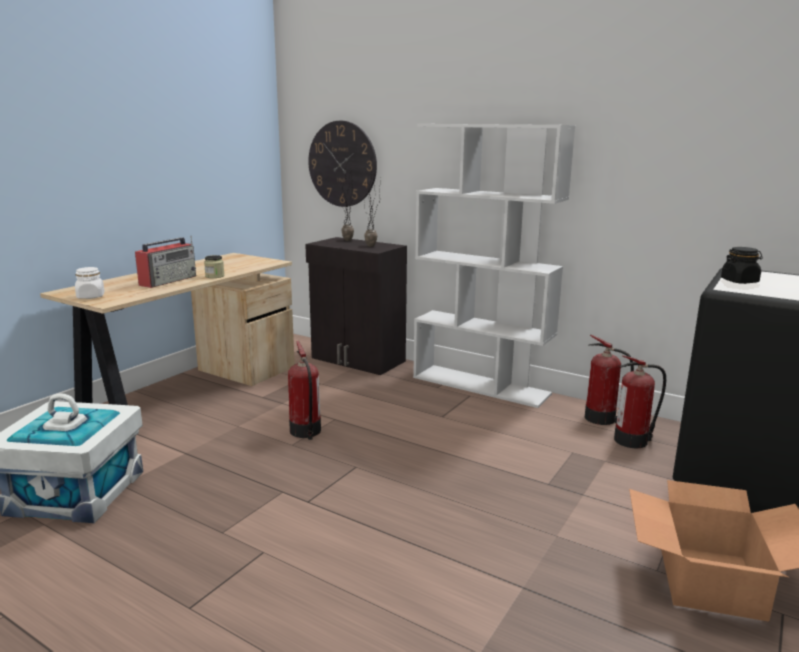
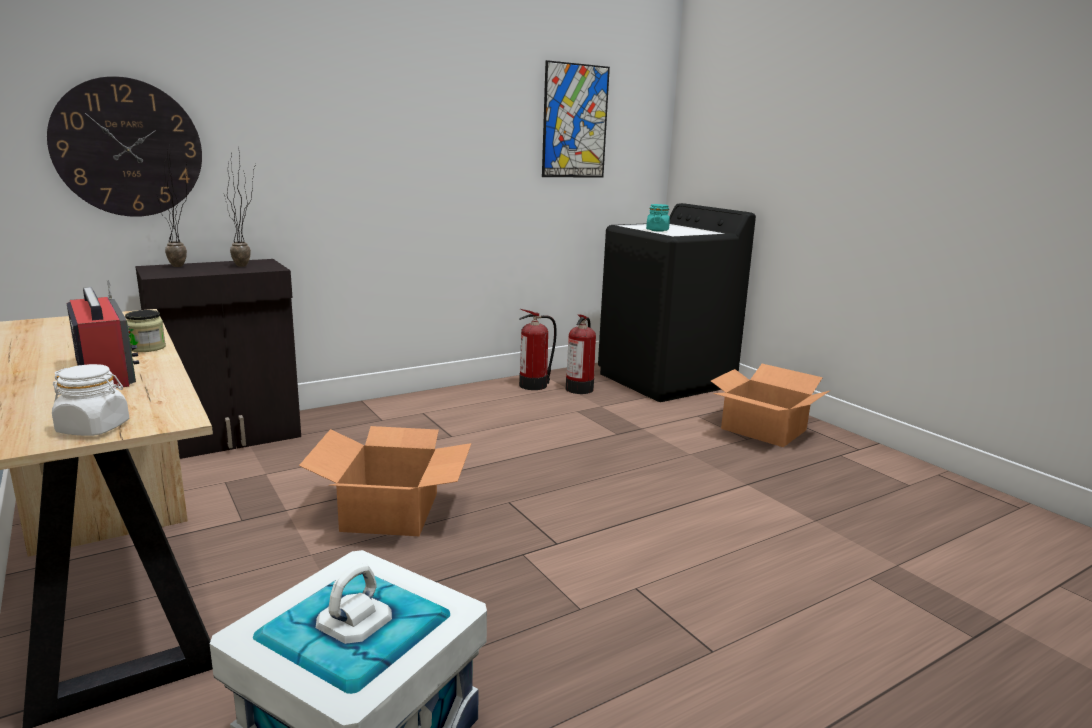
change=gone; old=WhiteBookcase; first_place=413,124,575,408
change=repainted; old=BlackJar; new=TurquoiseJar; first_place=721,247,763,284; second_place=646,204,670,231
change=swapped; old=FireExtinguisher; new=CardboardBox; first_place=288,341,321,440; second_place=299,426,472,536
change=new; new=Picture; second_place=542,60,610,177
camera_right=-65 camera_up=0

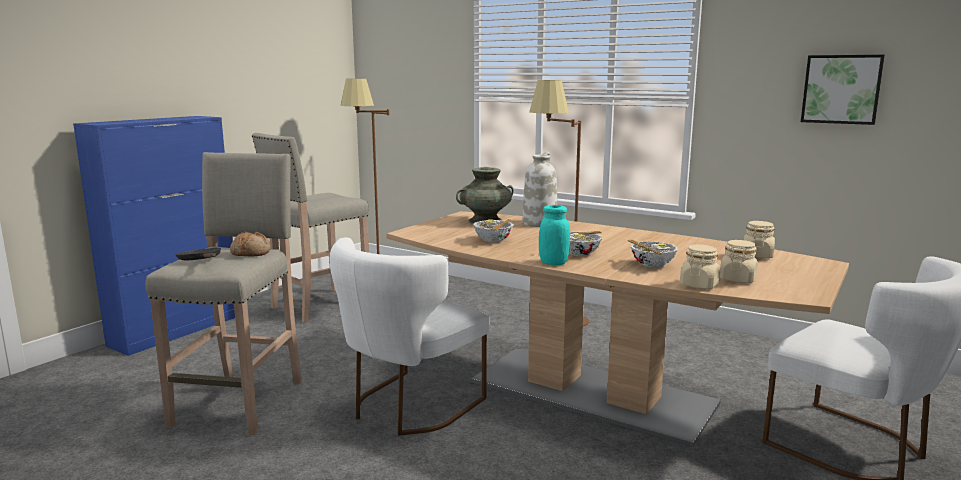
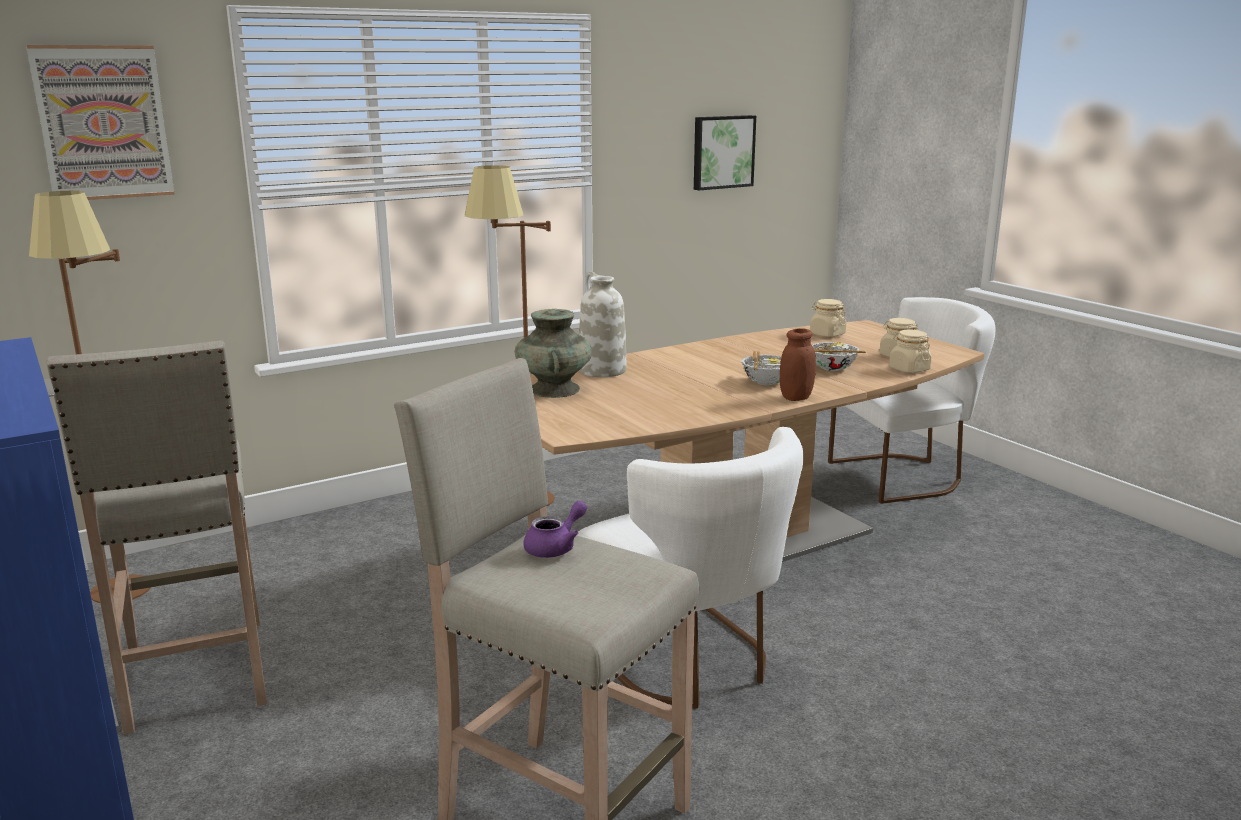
change=repainted; old=TurquoiseJar; new=BrownJar; first_place=539,205,570,265; second_place=780,328,816,401
change=gone; old=Bowl; first_place=473,219,514,242
change=swapped; old=Bread; new=PurpleTeapot; first_place=230,231,271,257; second_place=523,501,587,558
change=gone; old=BlackFryingPan; first_place=176,248,221,260
change=new; new=Picture; second_place=26,45,175,200
camera_right=-65 camera_up=5

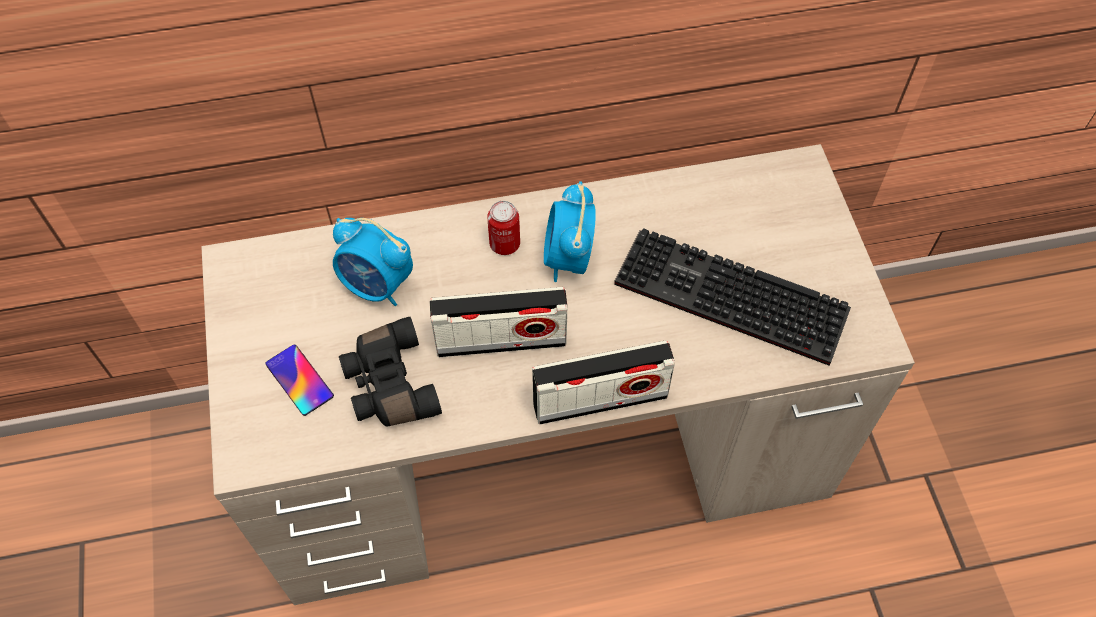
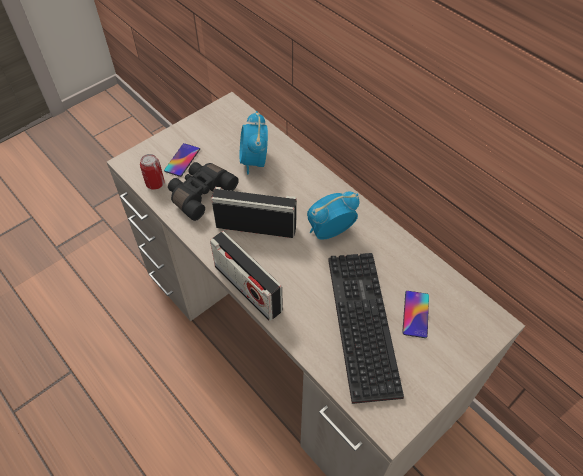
change=shifted; old=Can; first_place=488,201,520,255; second_place=140,154,165,190
change=rotated; old=Radio; first_place=430,287,567,357; second_place=211,187,297,238; degrees=135
change=new; new=Phone; second_place=402,291,429,338
camera_right=60 camera_up=-5

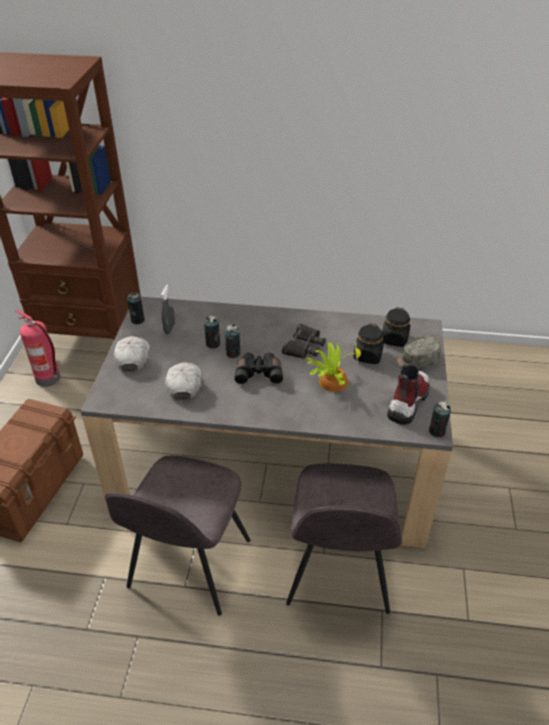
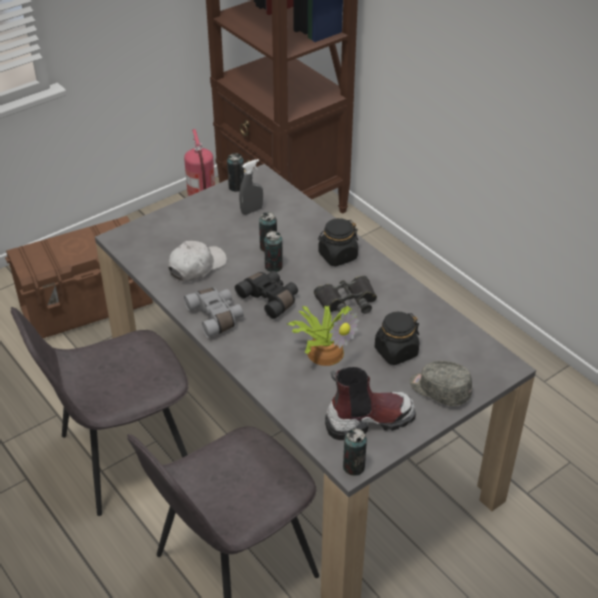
change=shifted; old=BlackJar; first_place=382,307,411,347; second_place=318,218,358,266
change=gone; old=WhiteCap; first_place=114,336,150,371
change=new; new=GreyBinoculars; second_place=184,288,243,338
camera_right=45 camera_up=0

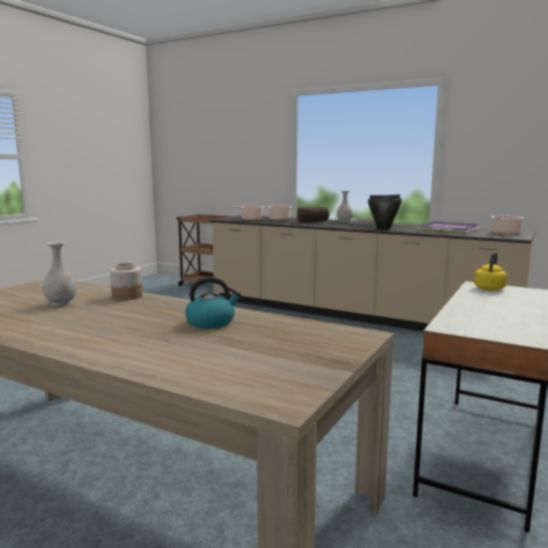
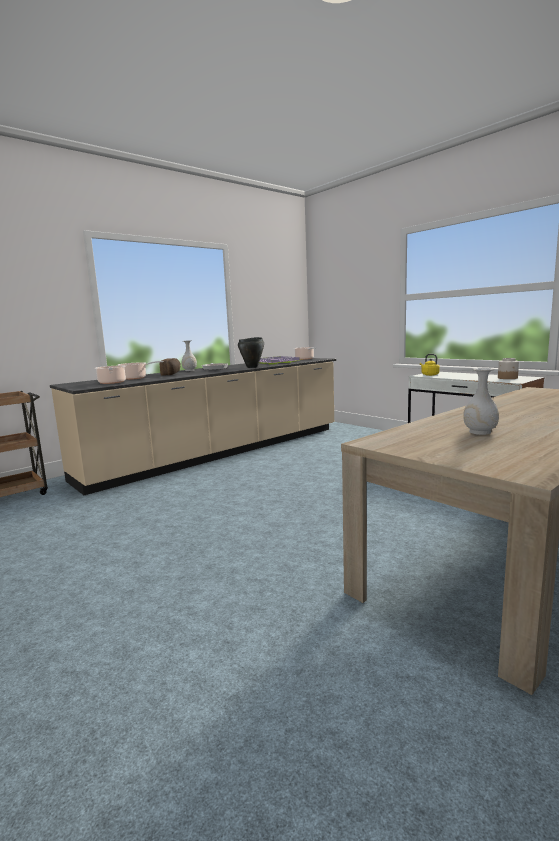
change=shifted; old=Jar; first_place=110,263,143,300; second_place=498,358,519,379
change=gone; old=Kettle; first_place=185,277,241,329
camera_right=-70 camera_up=0

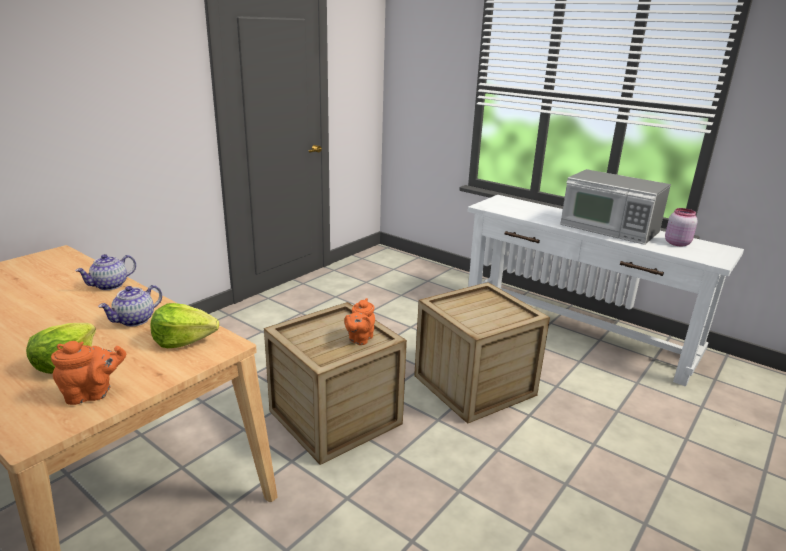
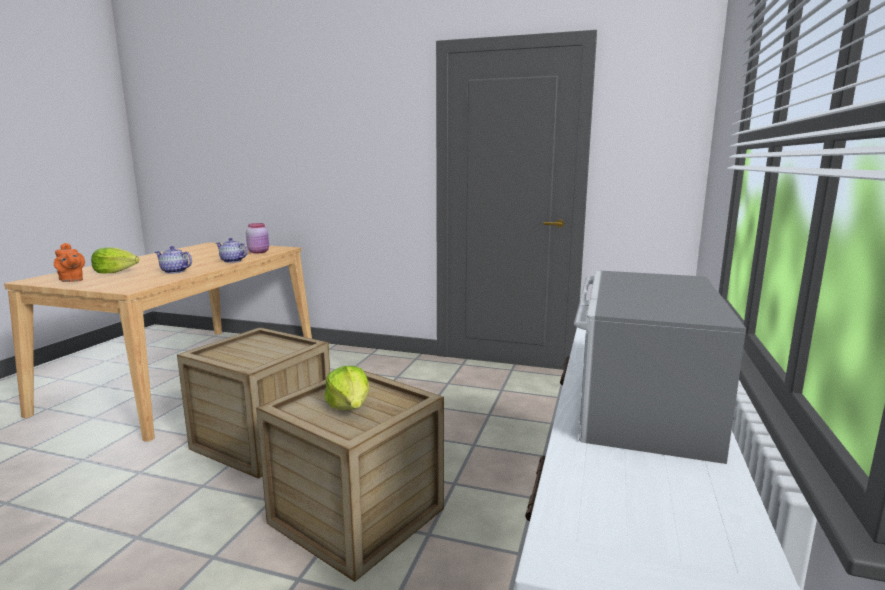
change=shifted; old=PinkJar; first_place=665,208,698,247; second_place=246,223,269,253
change=gone; old=OrangeTeapot; first_place=344,298,375,345
change=shifted; old=Lettuce; first_place=150,303,219,348; second_place=324,366,370,410
camera_right=70 camera_up=-10

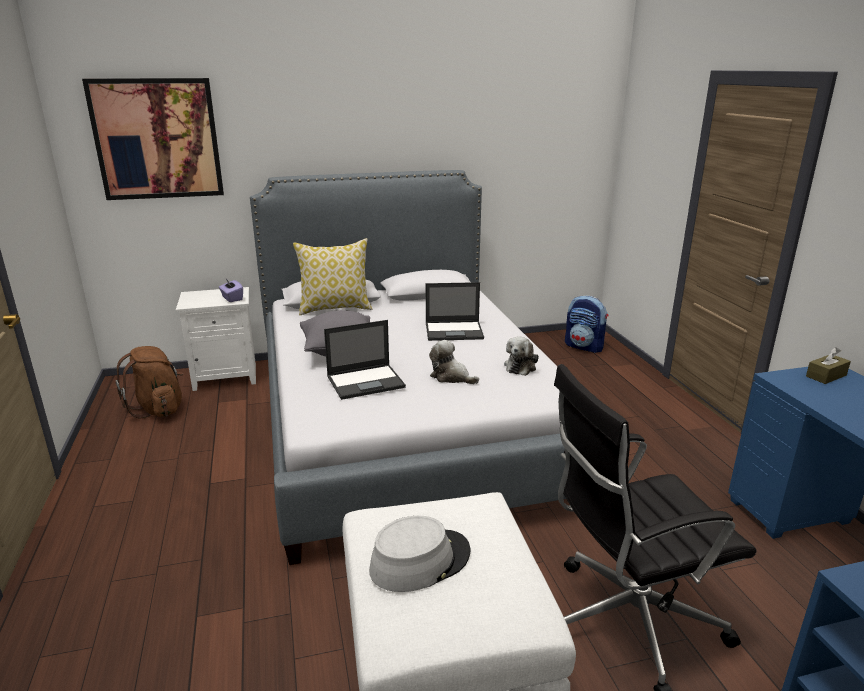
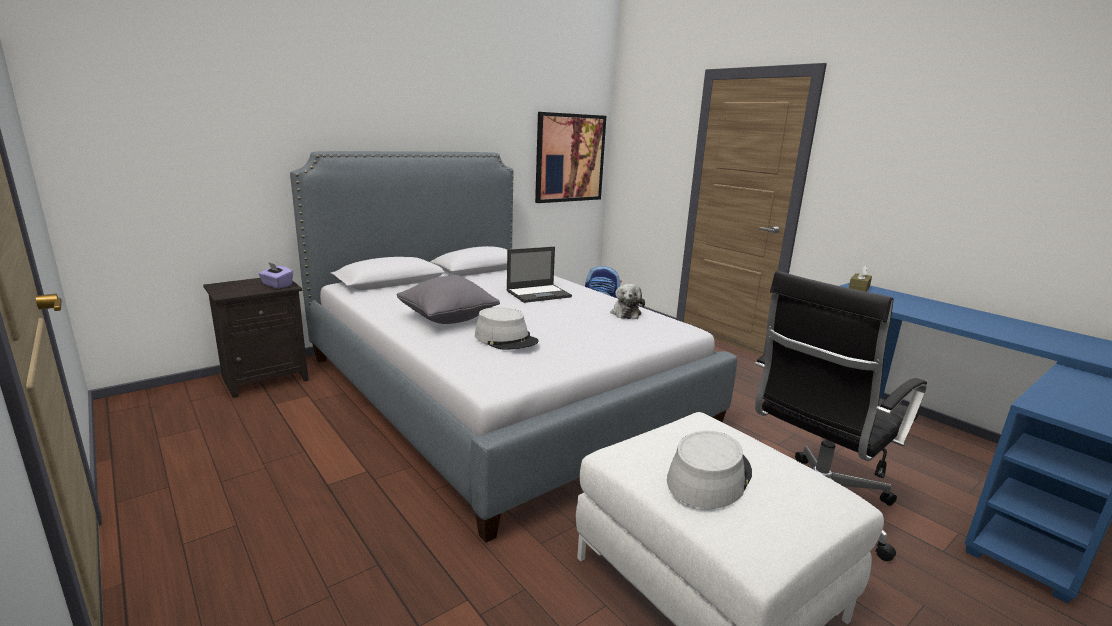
change=shifted; old=Picture; first_place=82,78,224,200; second_place=535,112,606,203
change=gone; old=Pillow; first_place=293,238,372,315
change=repainted; old=WhiteNightstand; new=BlackNightstand; first_place=176,287,256,391; second_place=203,278,309,398
change=swapped; old=Laptop; new=GreyHat; first_place=324,320,406,400; second_place=475,307,539,350
change=gone; old=PlushToy; first_place=429,340,479,384
change=gone; old=BrownBackpack; first_place=116,346,183,418
camera_right=-25 camera_up=-5

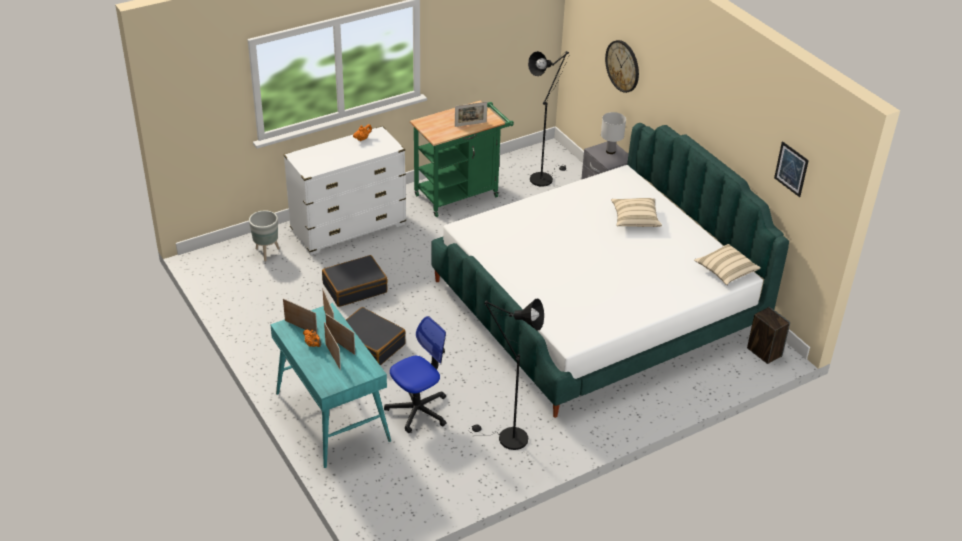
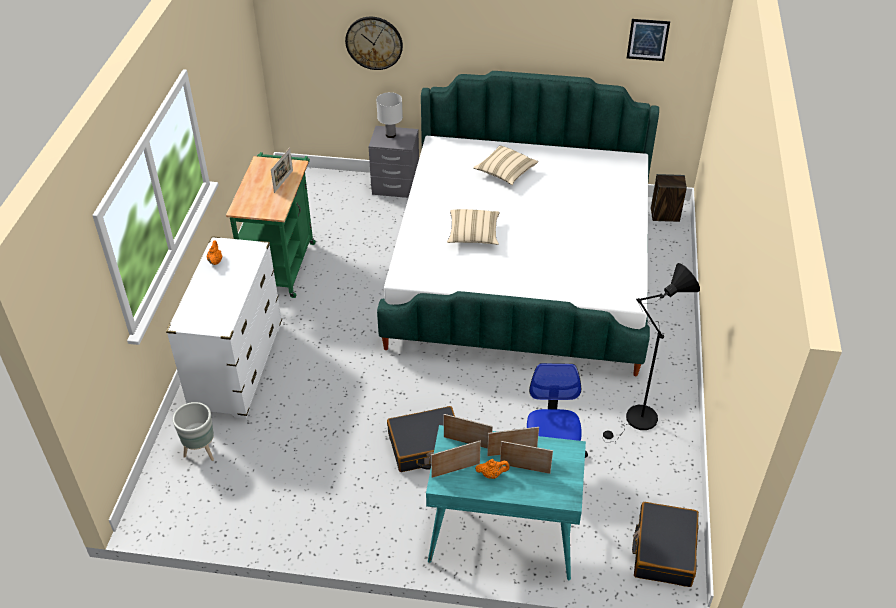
change=gone; old=BlackFloorLamp; first_place=528,51,570,187
change=shifted; old=BeigePillow; first_place=694,244,761,285; second_place=447,209,499,245
change=shifted; old=BlackSuitcase; first_place=322,255,388,307; second_place=632,502,699,587
camera_right=-50 camera_up=5

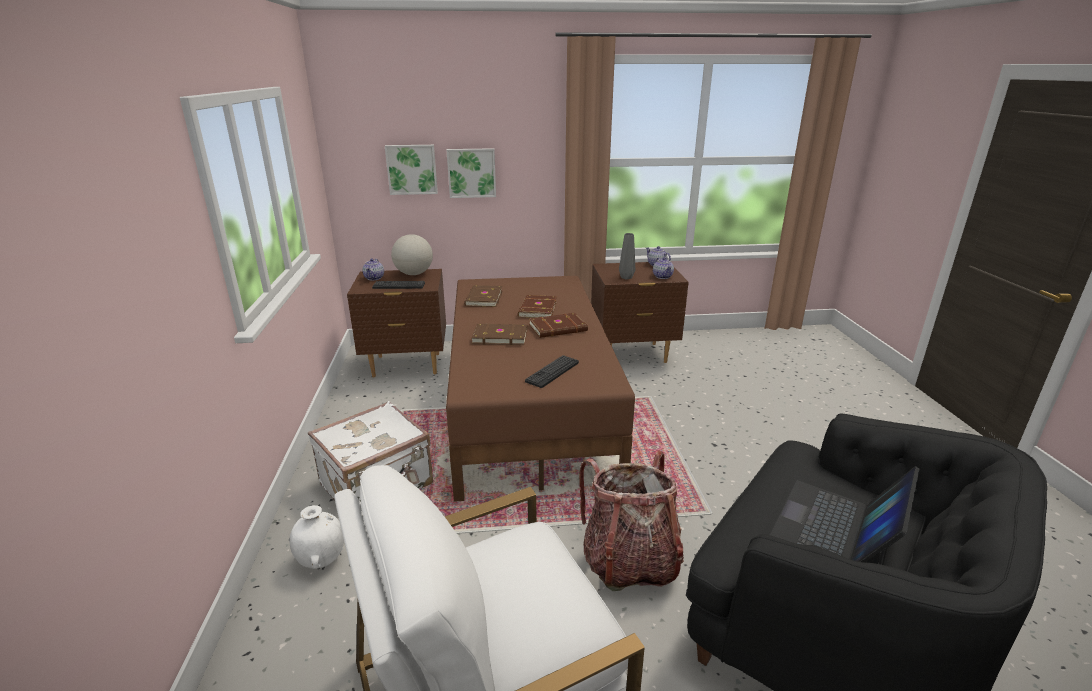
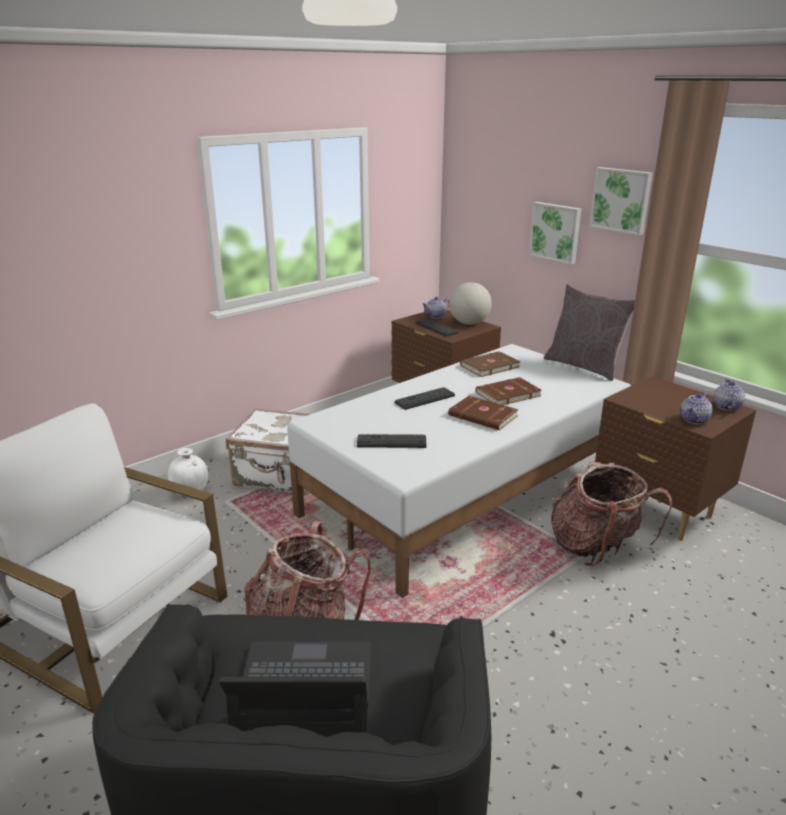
change=shifted; old=Picture; first_place=385,145,438,195; second_place=589,167,653,235
change=gone; old=GreyVase; first_place=619,233,635,280
change=repainted; old=BrownBed; new=WhiteBed; first_place=446,276,635,502; second_place=287,344,631,598
change=swapped; old=BrownBook; new=Keyboard; first_place=472,324,527,345; second_place=395,387,455,410
change=new; new=GreyPillow; second_place=544,284,635,381
change=new; new=Backpack; second_place=551,462,672,567
camera_right=55 camera_up=0

